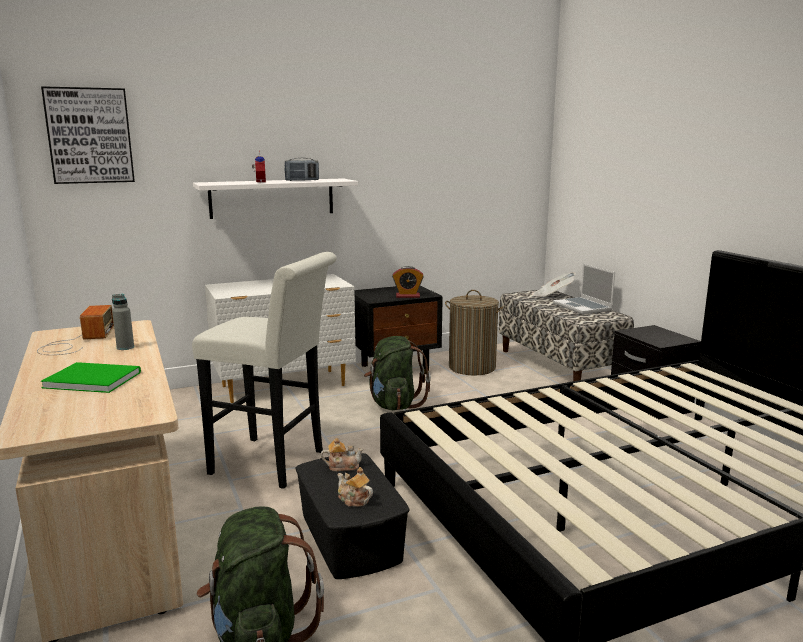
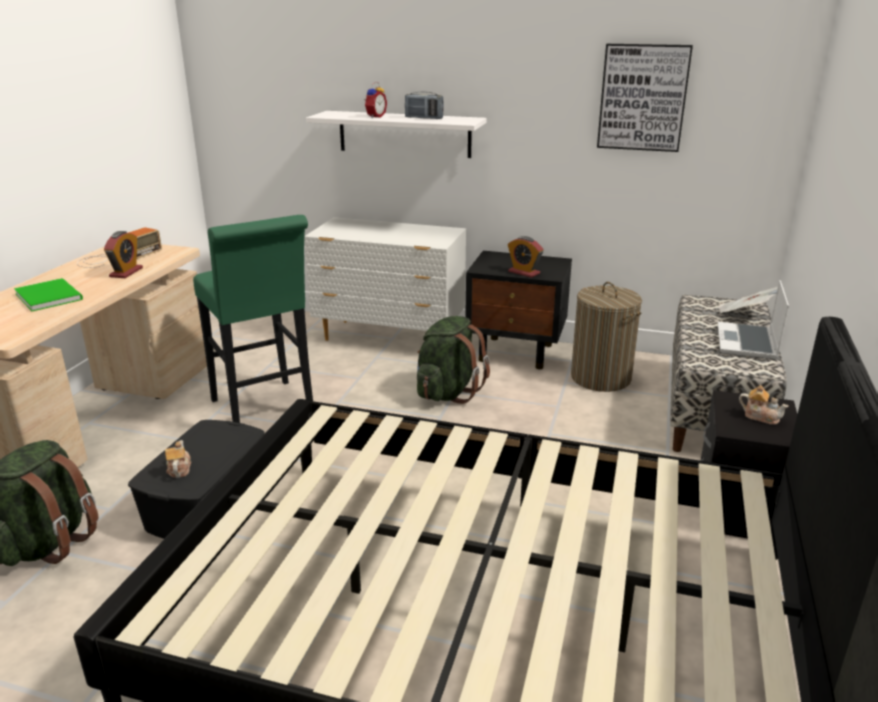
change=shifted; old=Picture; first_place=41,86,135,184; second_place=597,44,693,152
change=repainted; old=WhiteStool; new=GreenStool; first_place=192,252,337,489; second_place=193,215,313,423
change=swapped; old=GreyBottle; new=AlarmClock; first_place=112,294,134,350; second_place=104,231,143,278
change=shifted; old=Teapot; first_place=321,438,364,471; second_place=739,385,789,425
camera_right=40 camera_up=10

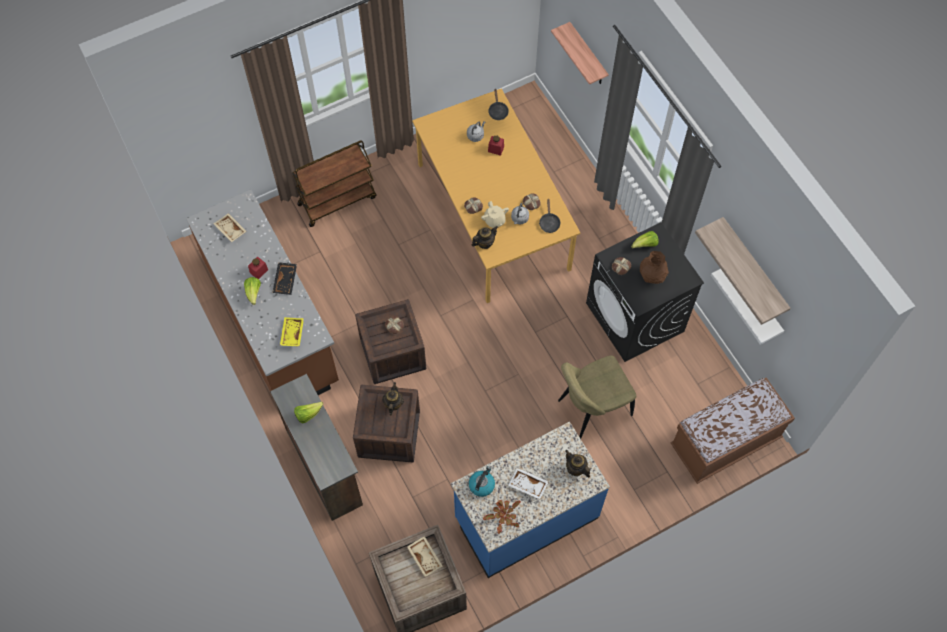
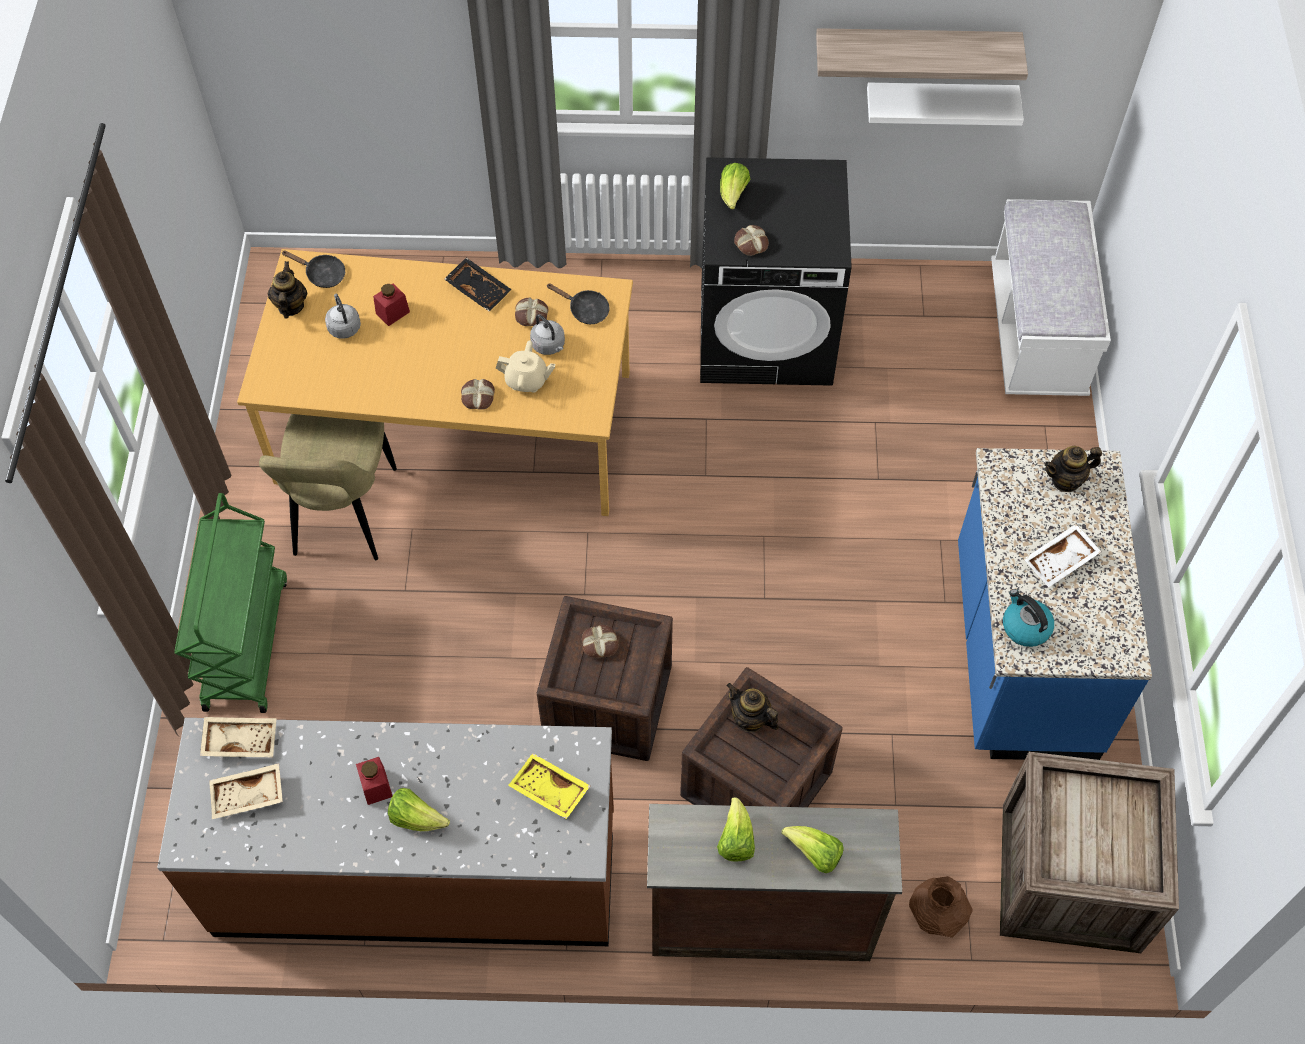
change=gone; old=Shelf; first_place=551,22,609,85
change=repainted; old=BrownCart; new=GreenCart; first_place=292,140,376,227; second_place=174,493,287,713
change=shifted; old=Teapot; first_place=472,226,498,249; second_place=268,261,307,319
change=shifted; old=BrownVase; first_place=640,251,669,284; second_place=909,876,973,938
change=shifted; old=BlackTray; first_place=272,262,297,295; second_place=444,257,511,312
change=shifted; old=BeigeChair; first_place=558,355,636,439; second_place=259,414,397,560
change=repainted; old=BrownBench; new=WhiteBench; first_place=670,378,795,484; second_place=991,199,1111,396
change=gone; old=PottedPlant; first_place=483,500,521,534
change=shifted; old=BeigeTray; first_place=407,536,442,577; second_place=200,717,277,758
change=new; new=Lettuce; second_place=782,826,844,873
camera_right=-60 camera_up=-5

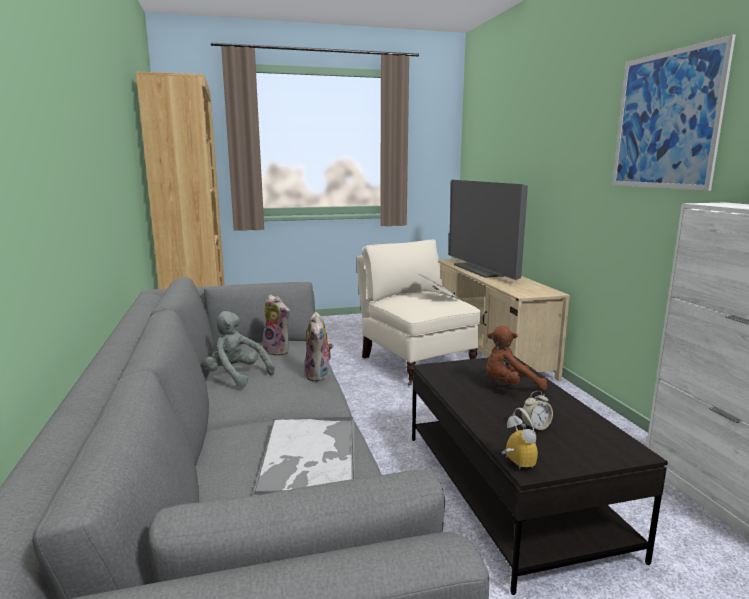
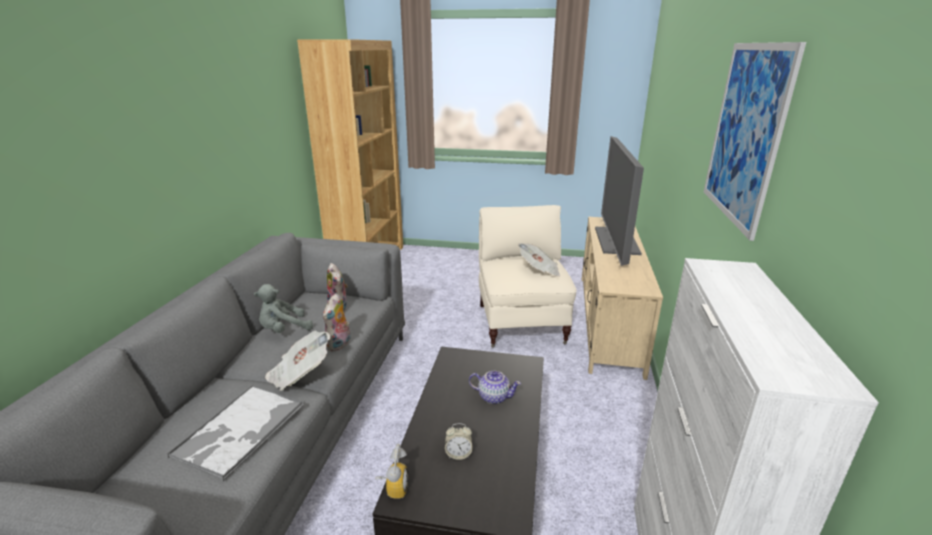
change=rotated; old=GreyPlushToy; first_place=204,311,275,387; second_place=254,284,313,333; degrees=-90
change=swapped; old=BrownPlushToy; new=Teapot; first_place=486,325,547,390; second_place=469,371,521,404
change=new; new=Newspaper; second_place=265,331,331,391
camera_right=25 camera_up=10

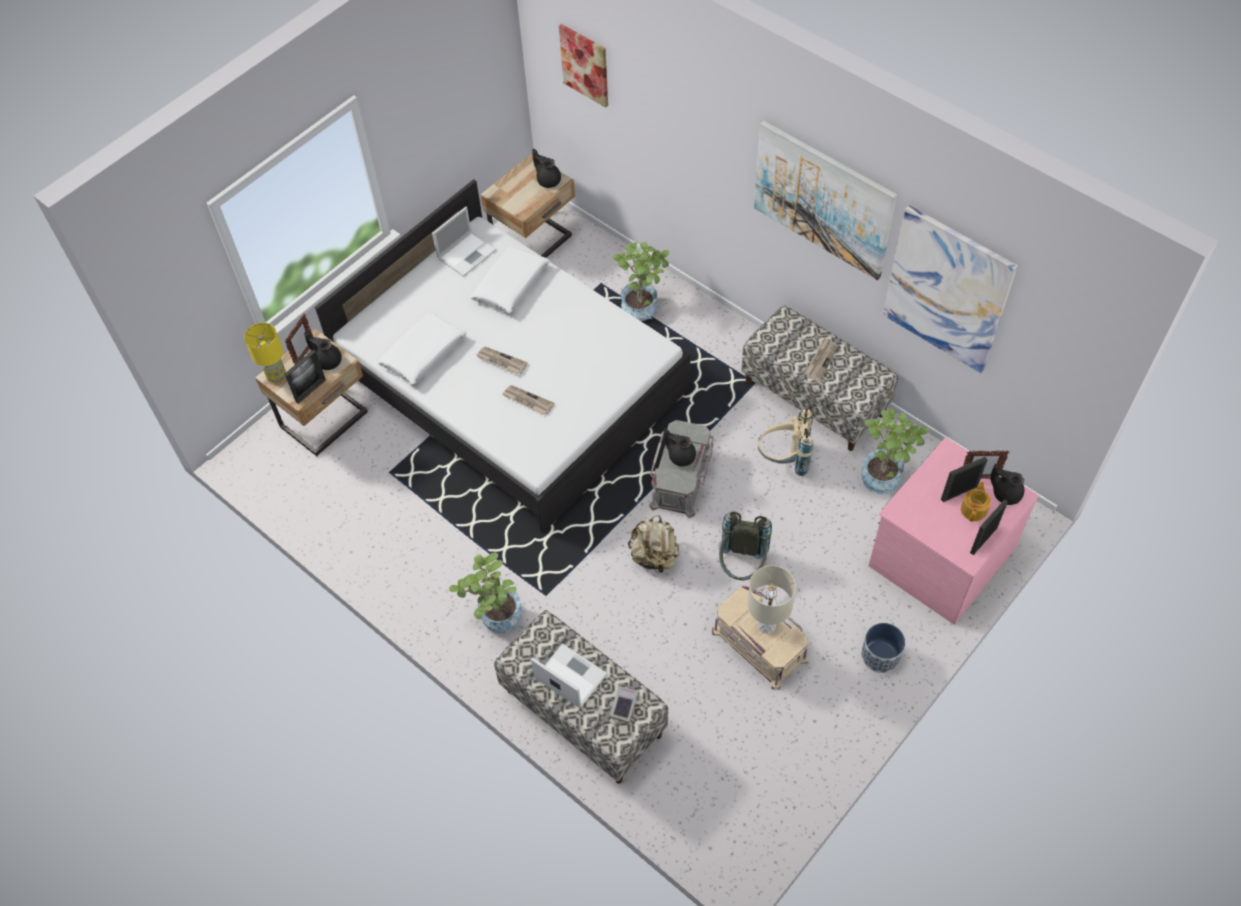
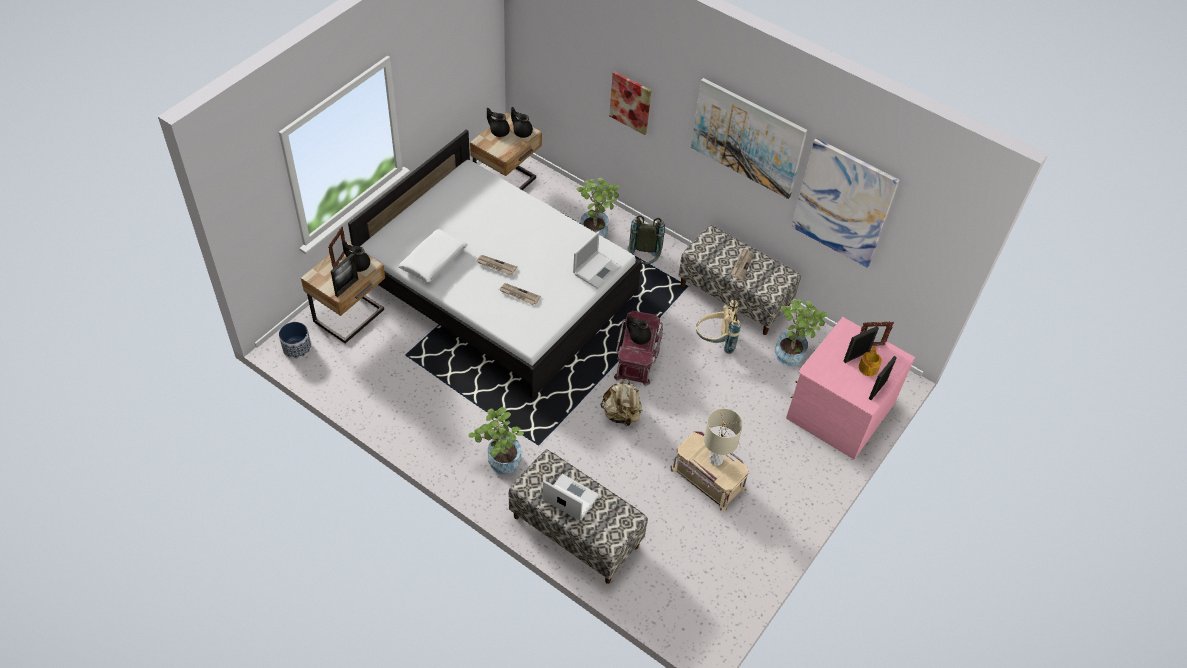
change=shifted; old=Picture; first_place=559,24,608,108; second_place=609,71,652,135
change=shifted; old=Laptop; first_place=432,207,496,277; second_place=573,231,621,289
change=gone; old=WhitePillow; first_place=470,245,550,313
change=gone; old=YellowTableLamp; first_place=244,322,286,383
change=repainted; old=GreyStorageBox; new=RedStorageBox; first_place=649,420,714,518; second_place=614,311,663,386
change=shifted; old=BlackTeapot; first_place=990,464,1024,505; second_place=487,108,510,137
change=shifted; old=GreyBackpack; first_place=719,512,772,580; second_place=627,215,665,265
change=shifted; old=Planter; first_place=861,623,905,673; second_place=279,322,312,359
change=gone; old=Book; first_place=609,686,639,723
camera_right=-10 camera_up=-5

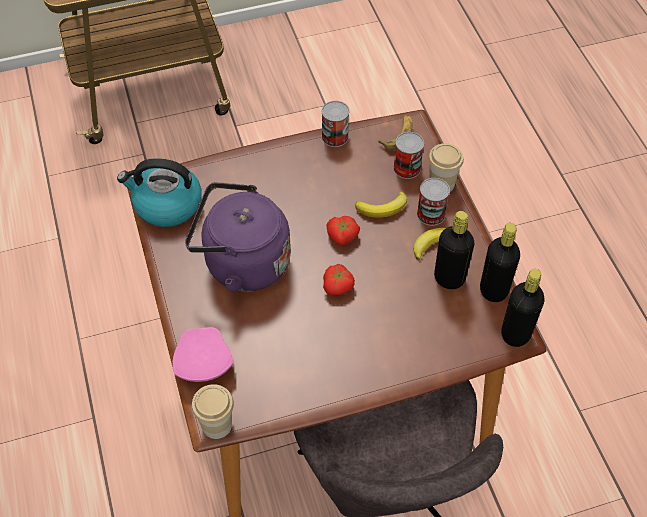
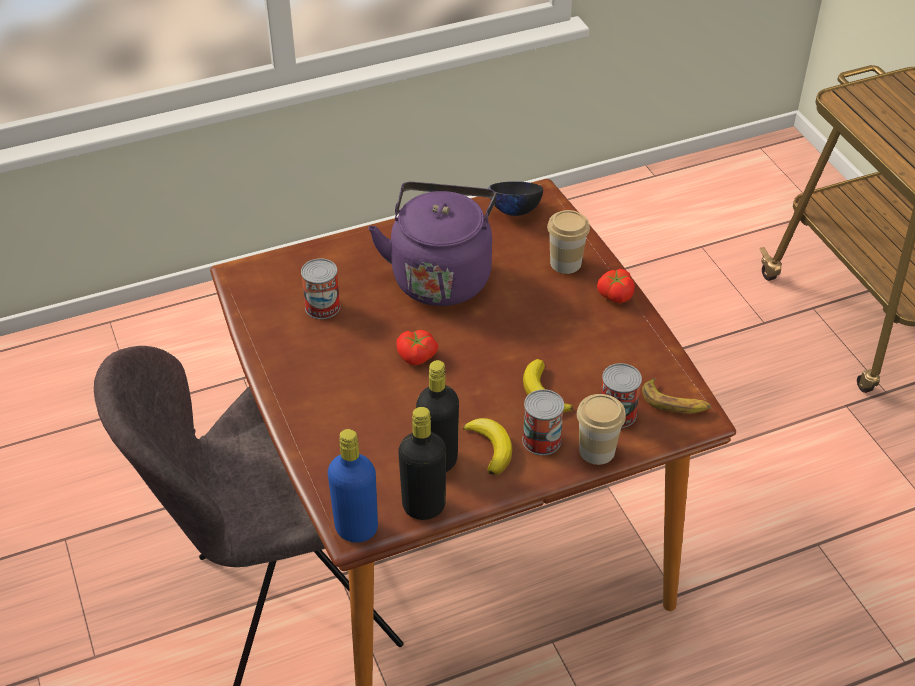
change=shifted; old=Can; first_place=322,101,349,147; second_place=301,258,340,319
change=swapped; old=Kettle; new=BlackBowl; first_place=117,158,202,227; second_place=488,181,543,216
change=shifted; old=Tomato; first_place=326,216,360,245; second_place=597,269,635,303
change=repainted; old=BlackBottle; new=BlueBottle; first_place=501,269,544,347; second_place=328,429,378,543
change=gone; old=PinkPlate; first_place=172,327,234,382
change=shifted; old=Cup; first_place=192,384,234,439; second_place=547,210,590,274
camera_right=85 camera_up=-10

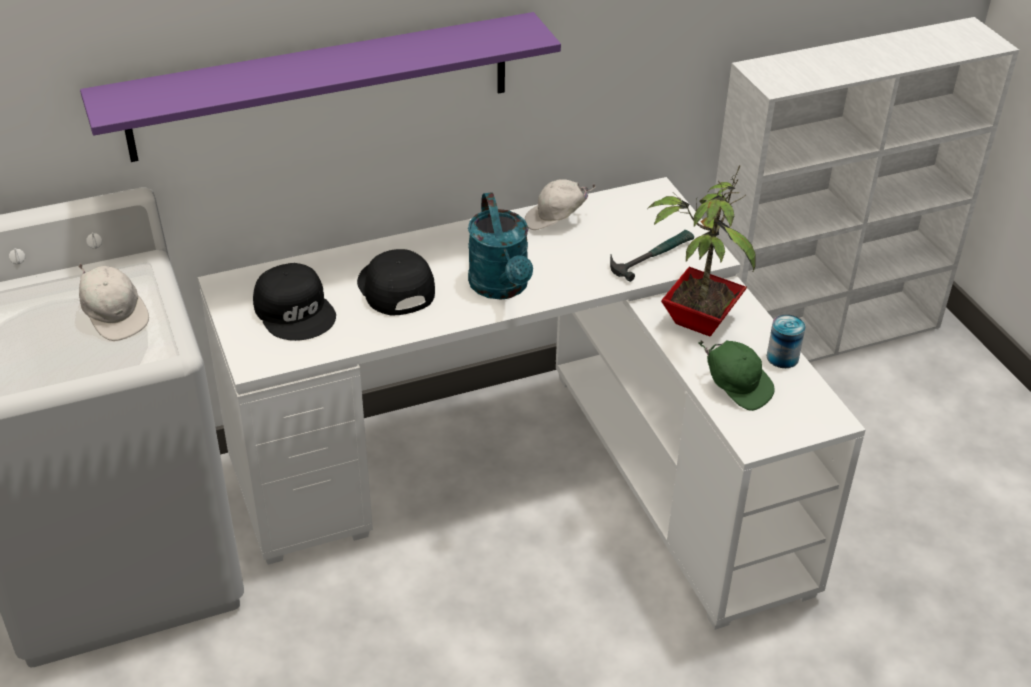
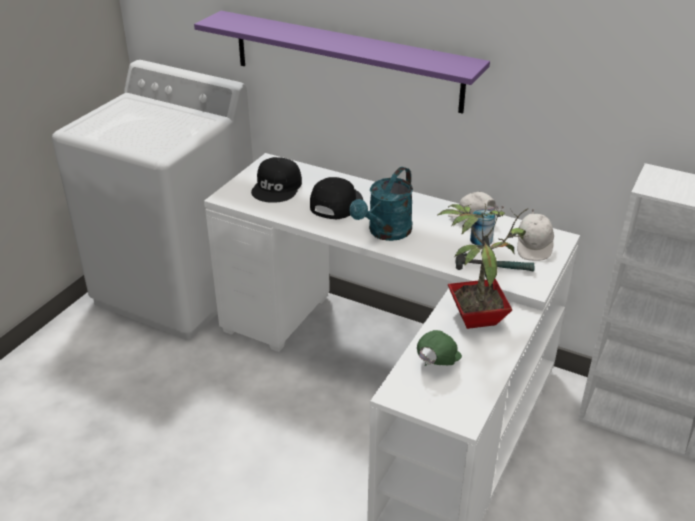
change=shifted; old=WhiteCap; first_place=78,263,149,341; second_place=517,209,554,261
change=shifted; old=Can; first_place=767,314,805,368; second_place=470,209,496,245
change=rotated; old=GreenCap; first_place=698,340,775,411; second_place=417,330,462,366; degrees=-150
camera_right=50 camera_up=-5

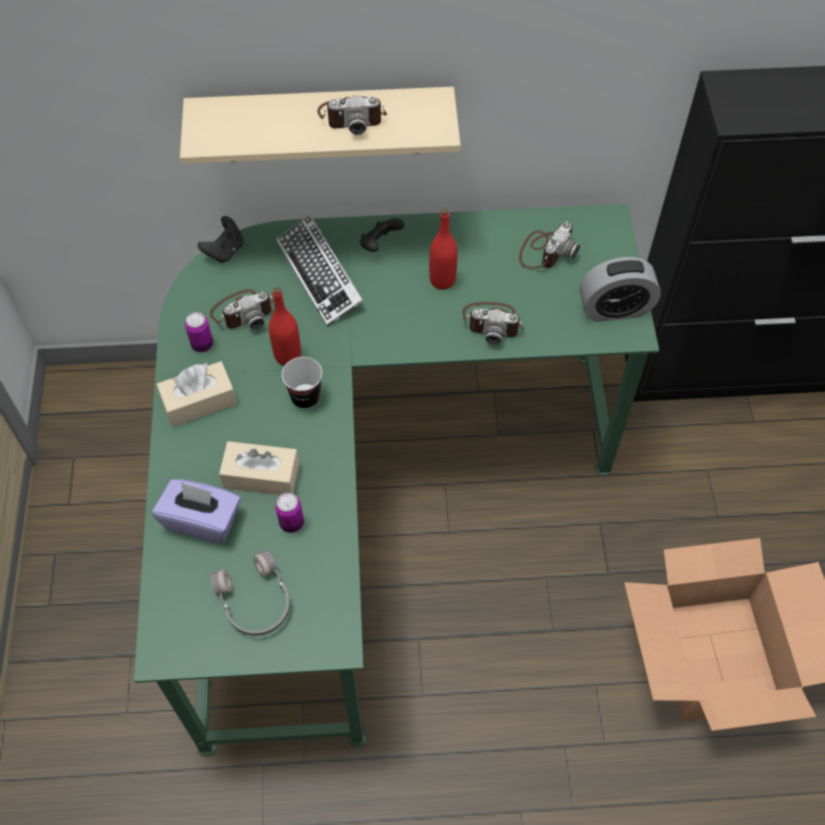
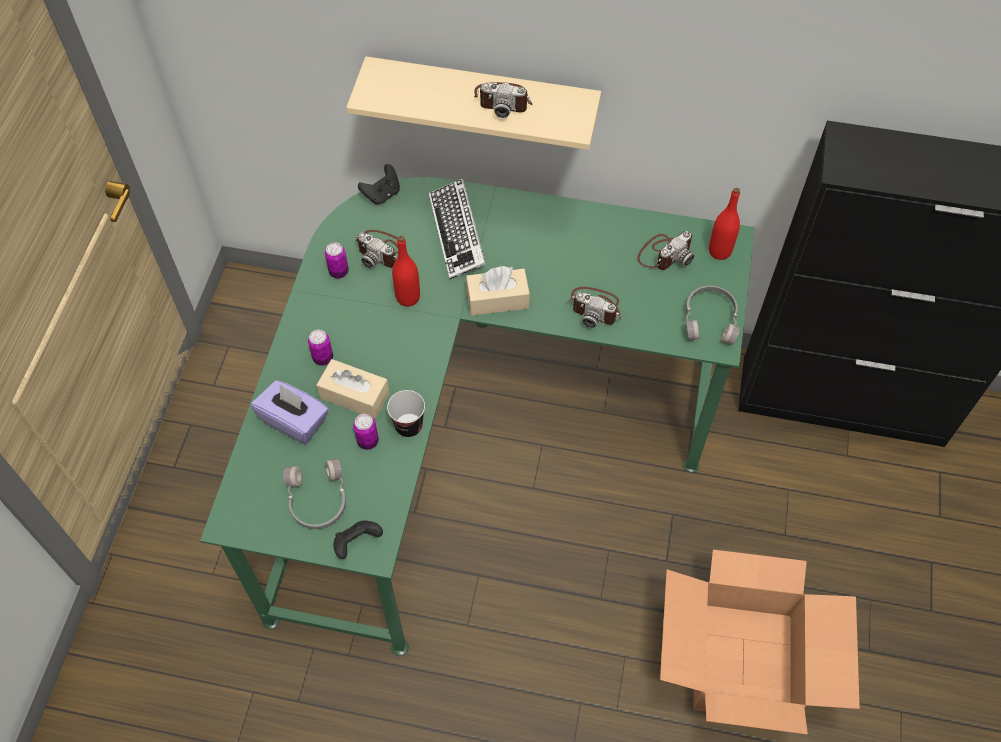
change=shifted; old=RedBottle; first_place=429,208,458,290; second_place=709,188,740,260
change=shifted; old=BlackGameController; first_place=360,218,404,252; second_place=334,520,383,559
change=swapped; old=AlarmClock; new=GreyHeadphones; first_place=580,257,661,322; second_place=686,286,740,345
change=rotated; old=PhotoCamera; first_place=210,289,274,330; second_place=356,230,398,268; degrees=45
change=shifted; old=Cup; first_place=282,357,322,409; second_place=387,390,425,438
change=shifted; old=BeigeTissueBox; first_place=156,361,237,427; second_place=466,266,530,316
change=new; new=Can; second_place=308,330,333,366
camera_right=15 camera_up=0

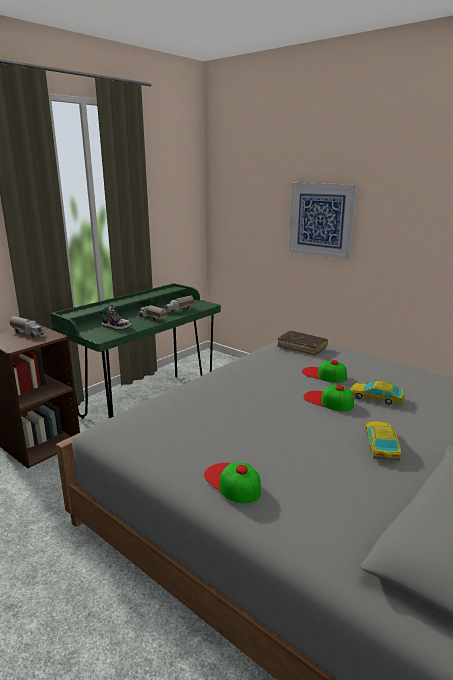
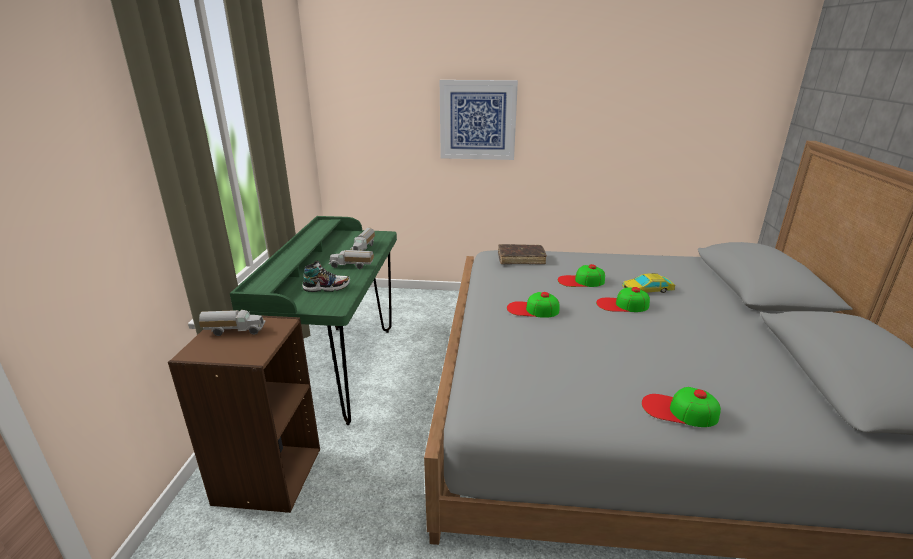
change=gone; old=ToyCar; first_place=365,422,401,461
change=new; new=Cap; second_place=507,292,560,318
camera_right=-35 camera_up=5

